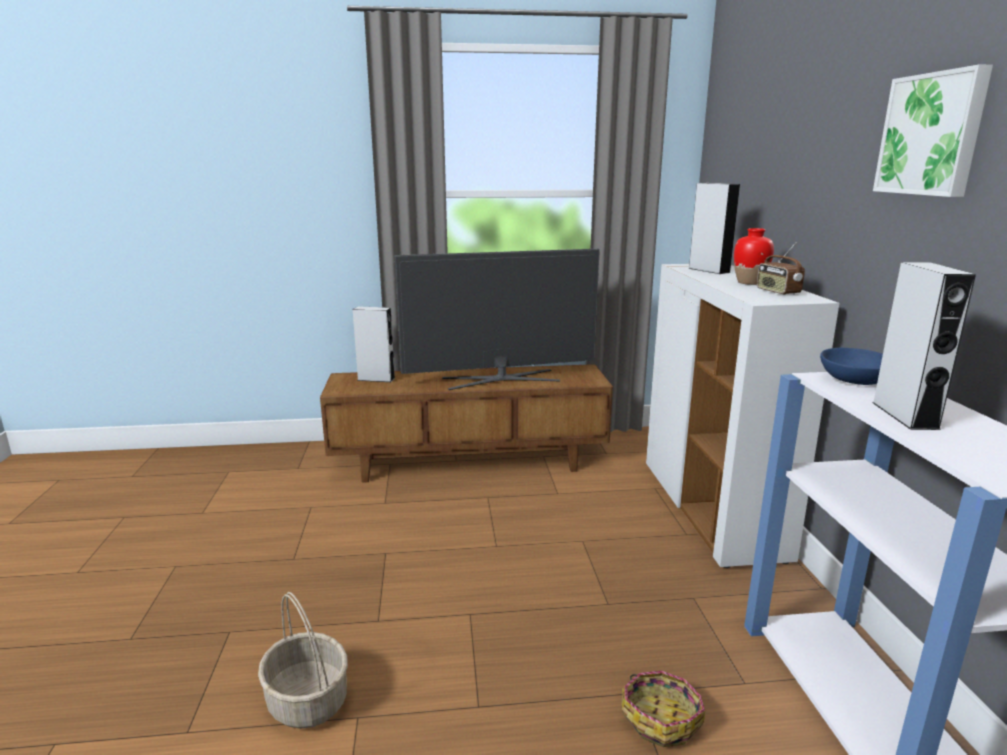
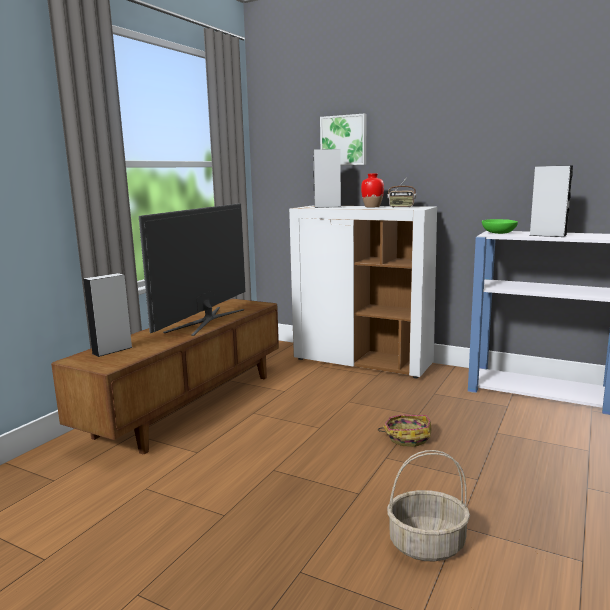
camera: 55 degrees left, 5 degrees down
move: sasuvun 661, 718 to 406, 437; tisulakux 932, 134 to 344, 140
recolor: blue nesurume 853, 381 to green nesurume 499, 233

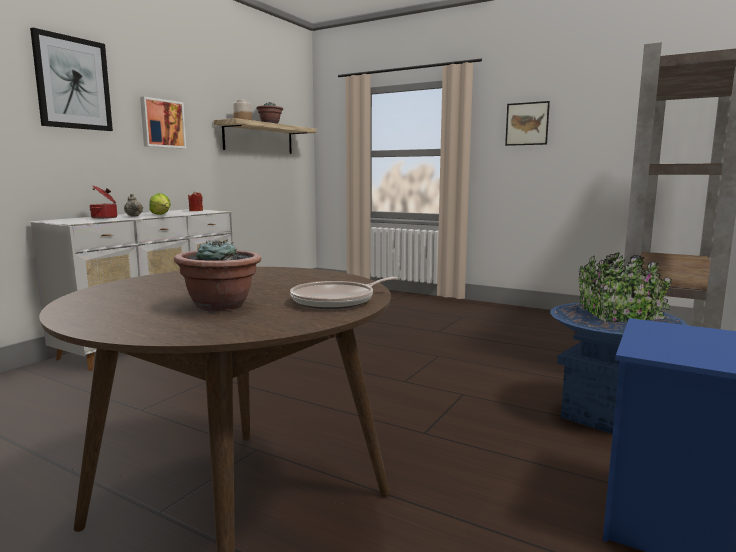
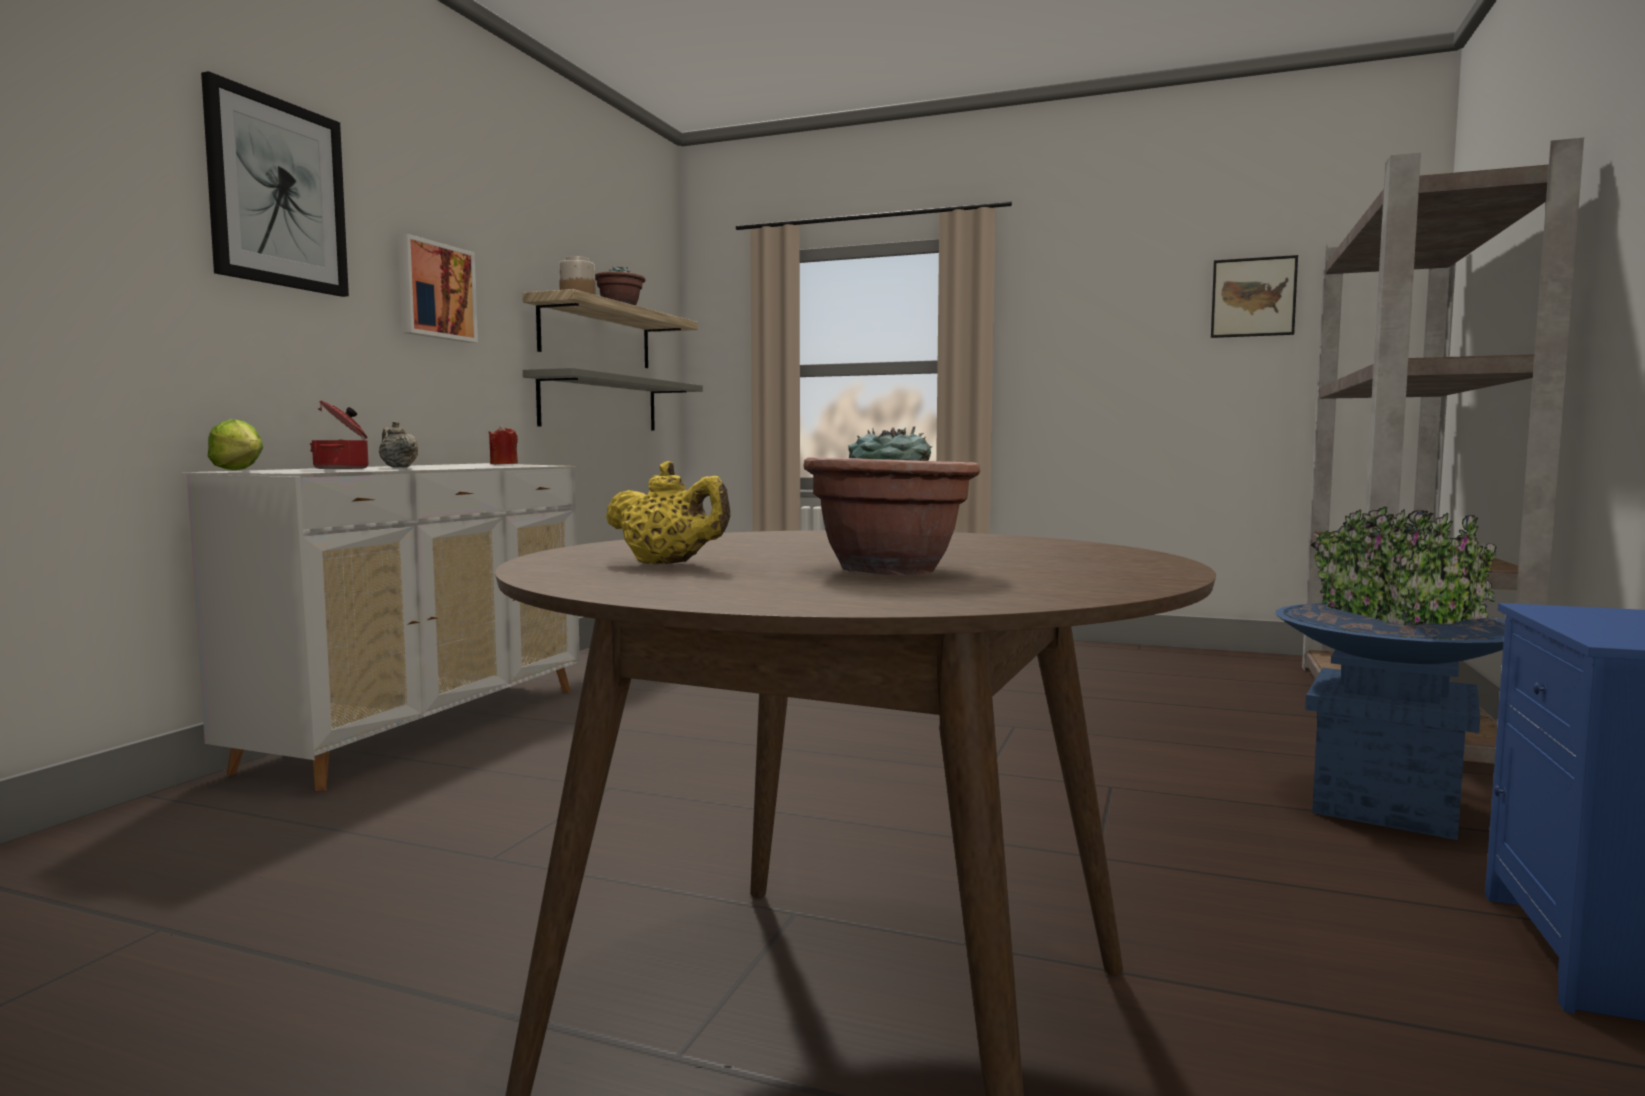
camera: 10 degrees left, 5 degrees down
delete: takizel 337, 301
insert: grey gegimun 600, 403; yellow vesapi 669, 564
move: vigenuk 162, 215 to 240, 470; tisulakux 527, 124 to 1253, 297

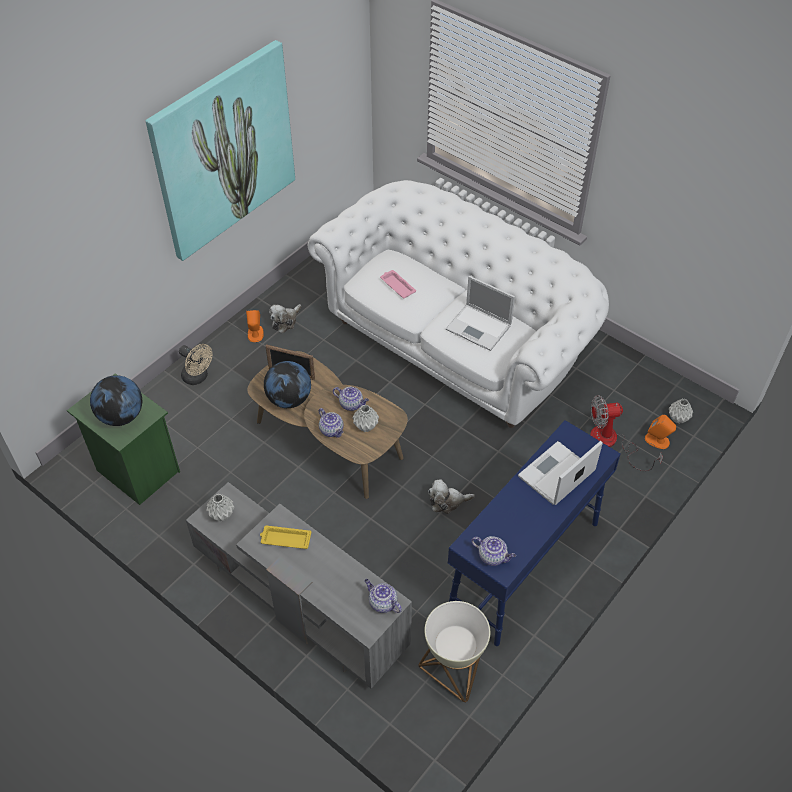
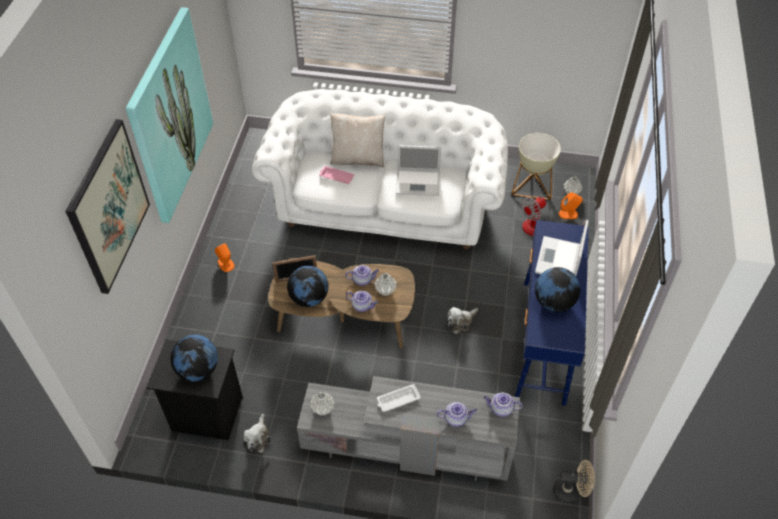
camera: 30 degrees left, 0 degrees up
insert: tisulakux 108, 207; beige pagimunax 358, 158; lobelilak 554, 302
move: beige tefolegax 198, 377 to 571, 491; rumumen 285, 321 to 258, 438; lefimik 453, 670 to 532, 188; vesapi 493, 556 to 456, 418
recolor: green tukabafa 136, 471 to black tukabafa 206, 415; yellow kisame 285, 539 to white kisame 397, 400

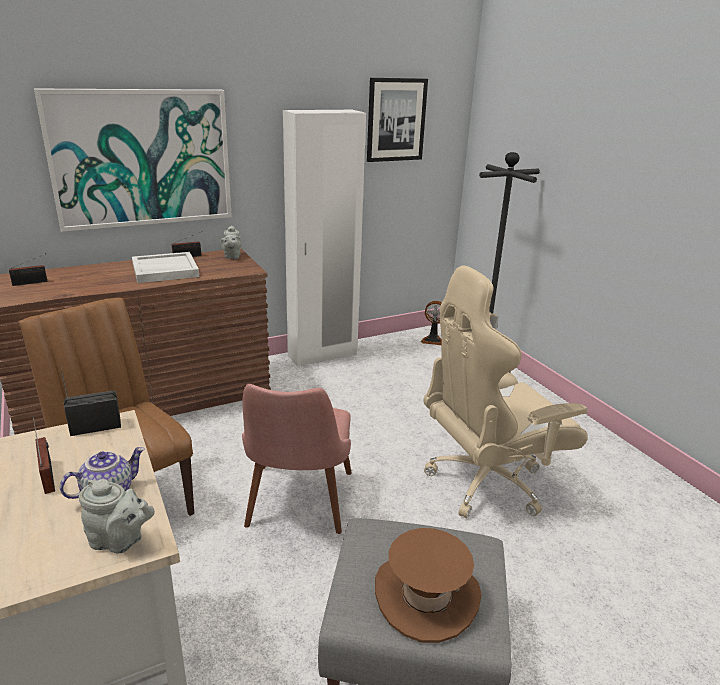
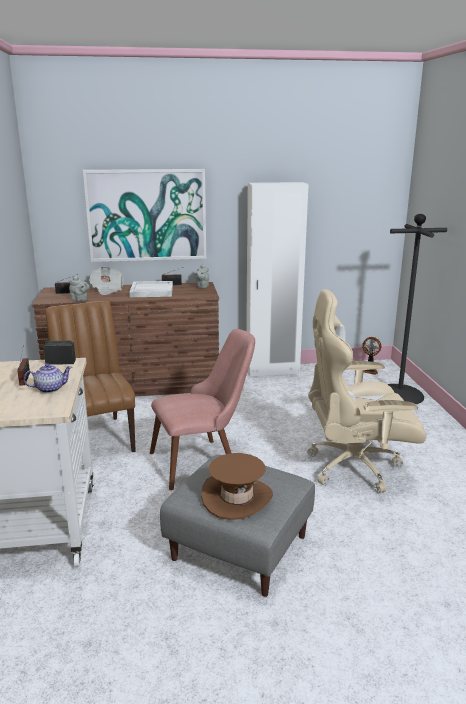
camera: 20 degrees right, 5 degrees down
delete: tisulakux 396, 120
insert: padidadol 107, 290
move: grey vesapi 120, 541 to 80, 299
rotate: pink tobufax 297, 509 = 204, 460 135 degrees counterclockwise

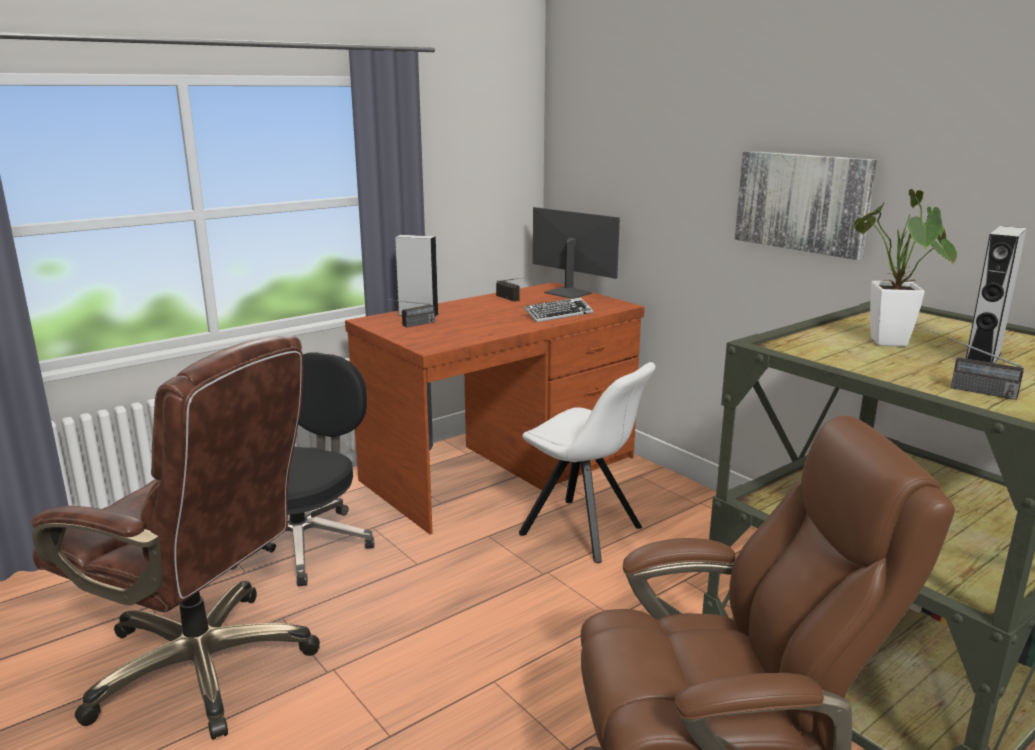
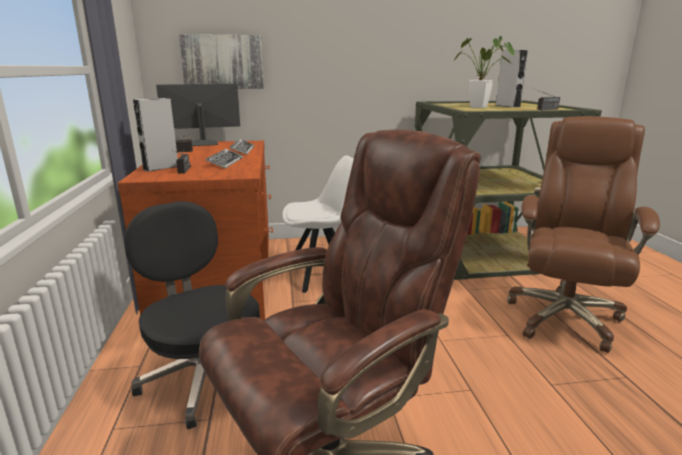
camera: 60 degrees left, 0 degrees up
insert: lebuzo 225, 162
move: tisulakux 802, 202 to 223, 62

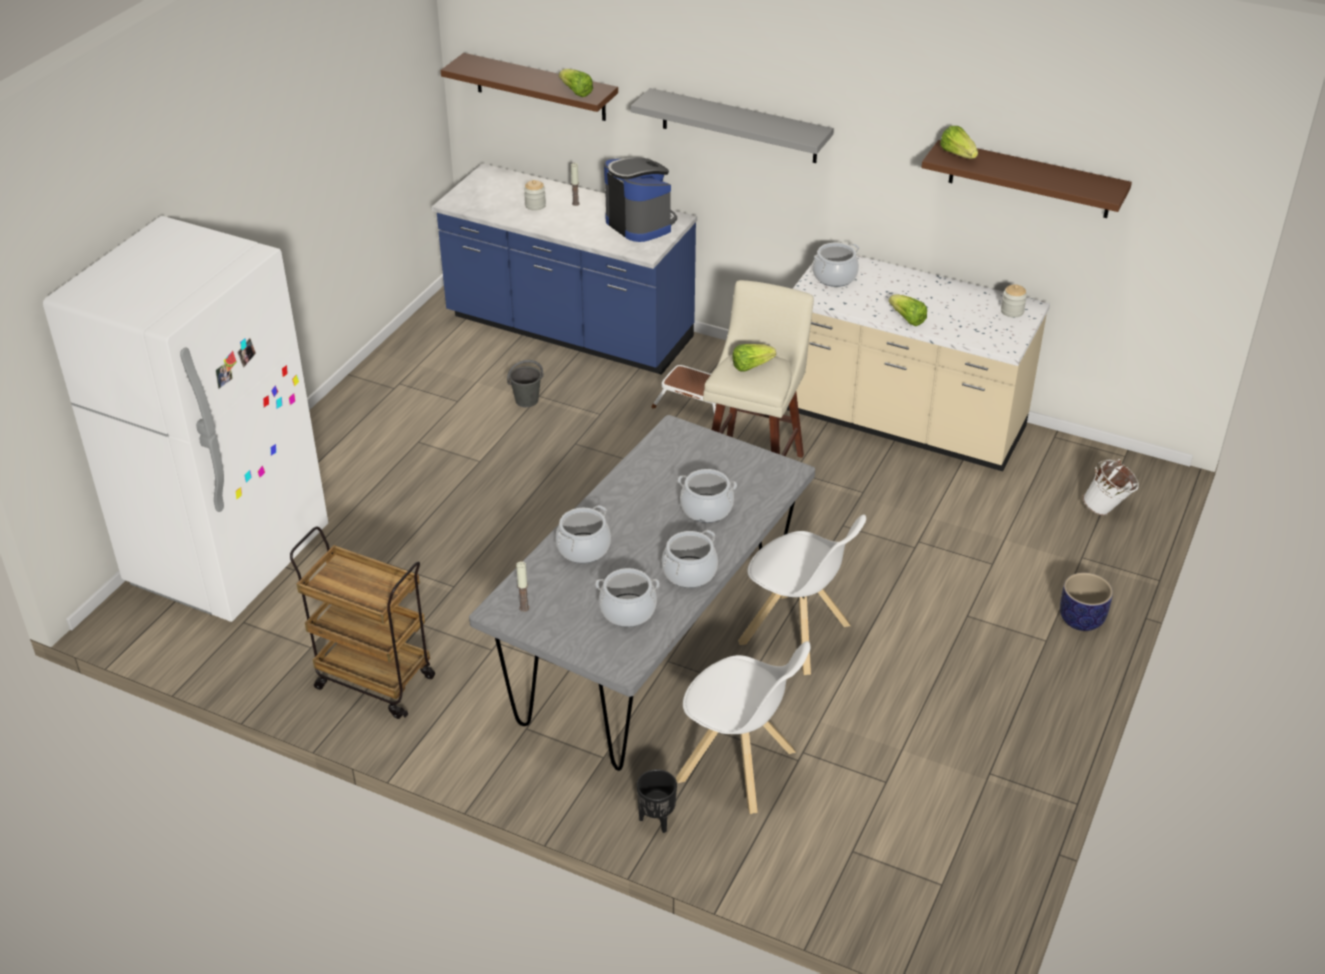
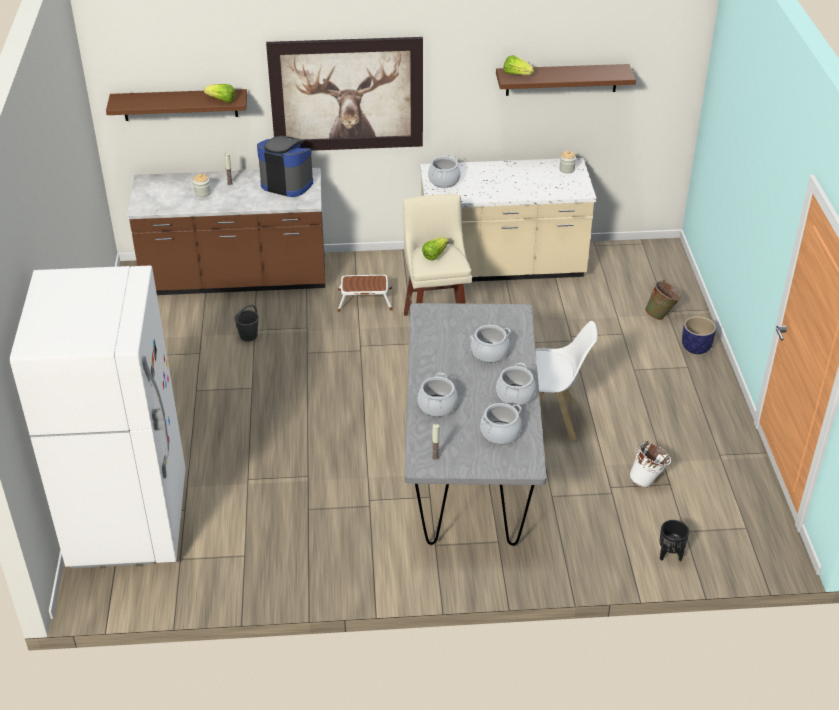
camera: 30 degrees left, 0 degrees up
delete: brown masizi 374, 682; white tobufax 739, 767; vigenuk 907, 319
insert: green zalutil 661, 315
move: black lefimik 656, 819 to 669, 555; white zalutil 1107, 510 to 647, 480
replace: grey gegimun 739, 126 to tisulakux 347, 94
recolor: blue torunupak 569, 330 to brown torunupak 236, 279

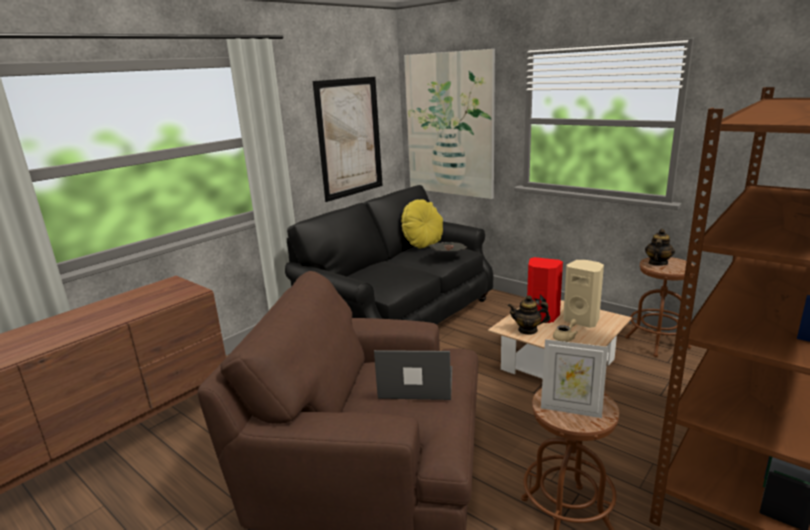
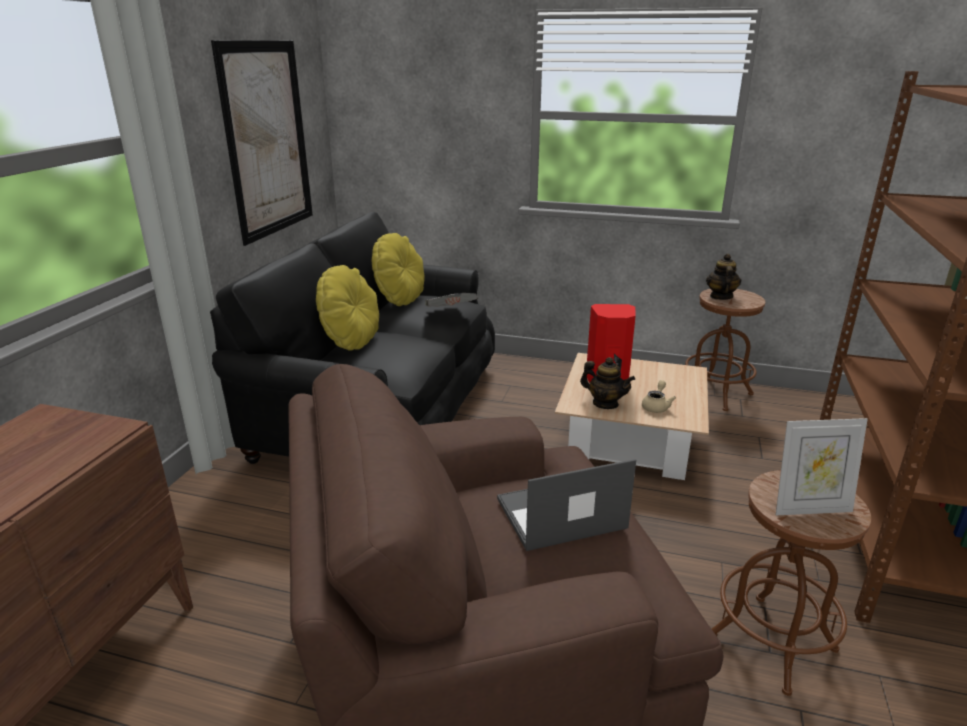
camera: 25 degrees left, 5 degrees up
delete: tisulakux 449, 125; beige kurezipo 582, 320
insert: yellow pagimunax 351, 343
rotate: vesapi 528, 330 = 605, 404 135 degrees counterclockwise

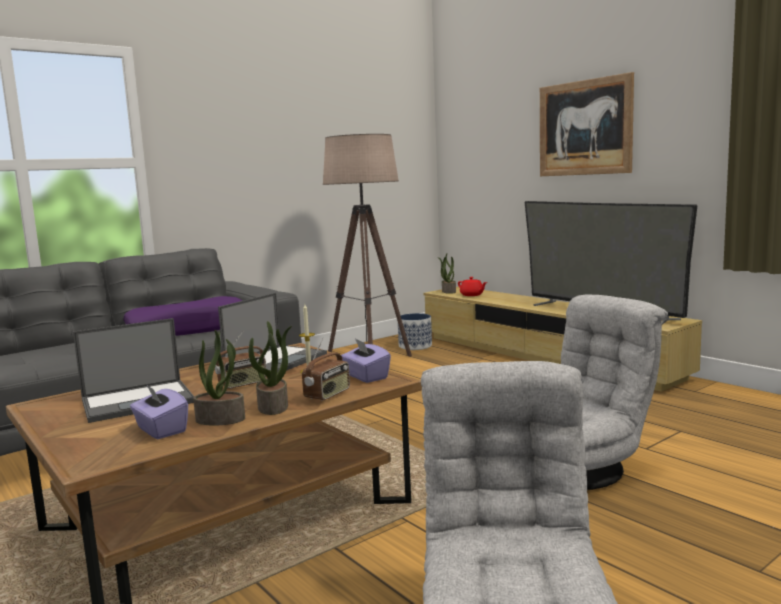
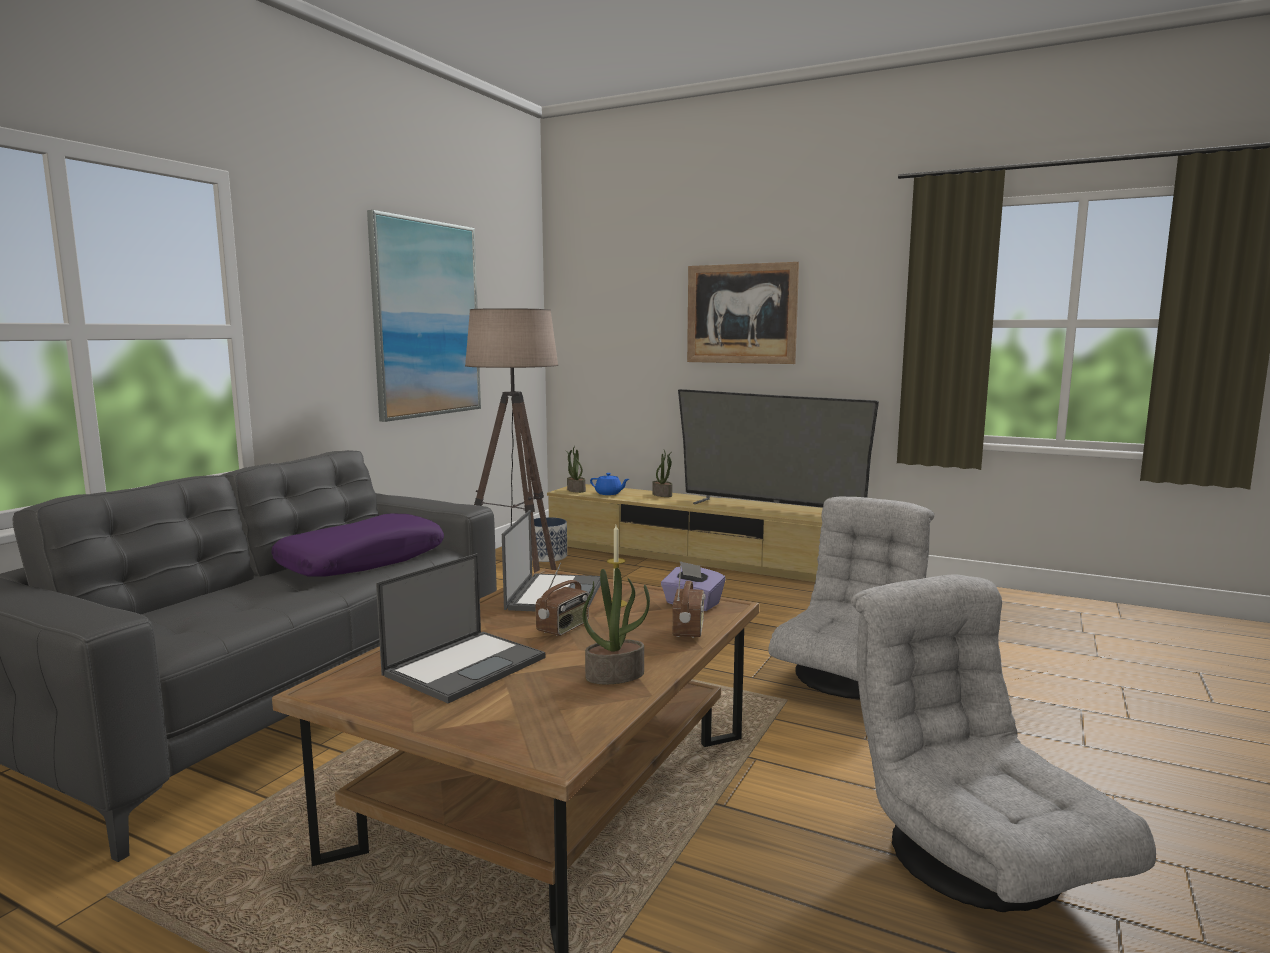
camera: 25 degrees left, 0 degrees up
delete: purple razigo 161, 430
insert: tisulakux 426, 319
move: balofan 274, 407 to 662, 494
recolor: red vesapi 472, 295 to blue vesapi 609, 493

